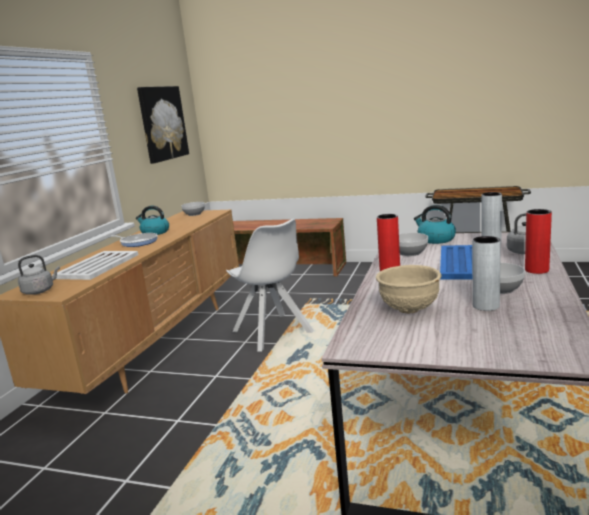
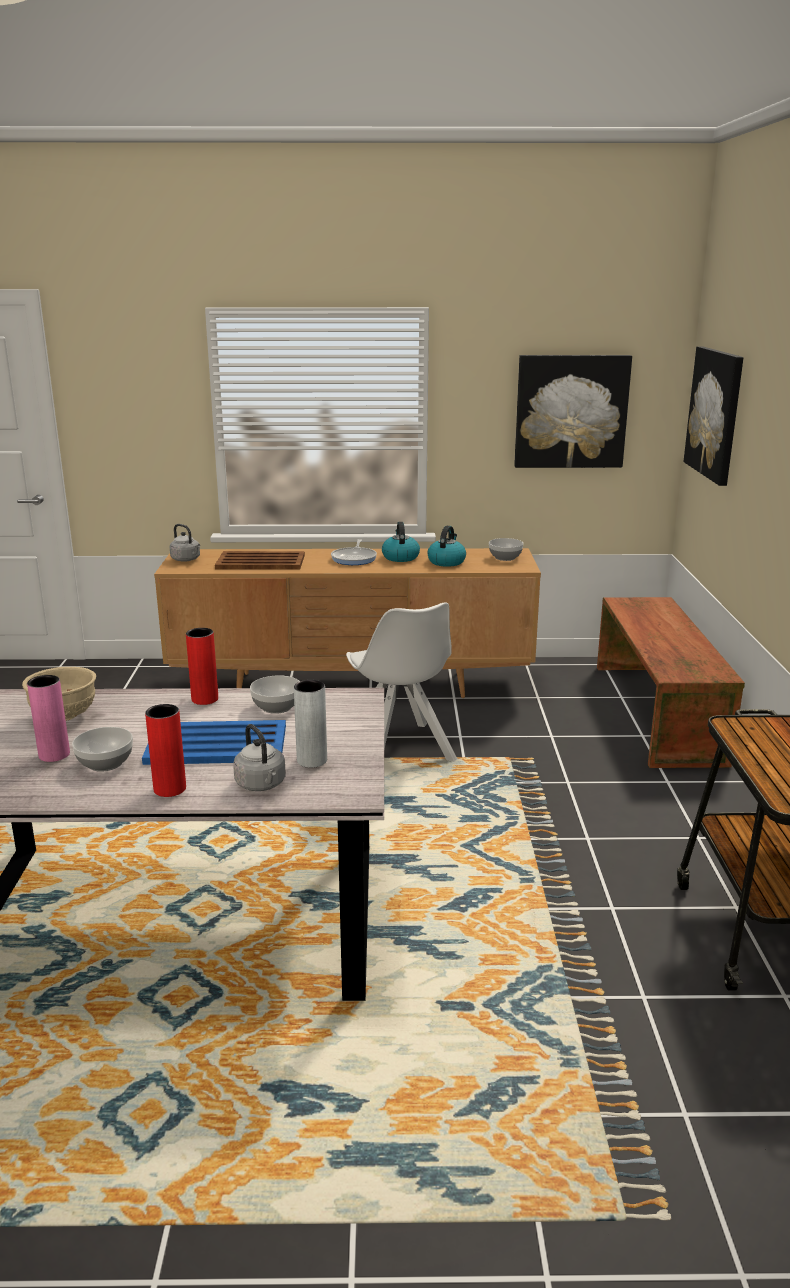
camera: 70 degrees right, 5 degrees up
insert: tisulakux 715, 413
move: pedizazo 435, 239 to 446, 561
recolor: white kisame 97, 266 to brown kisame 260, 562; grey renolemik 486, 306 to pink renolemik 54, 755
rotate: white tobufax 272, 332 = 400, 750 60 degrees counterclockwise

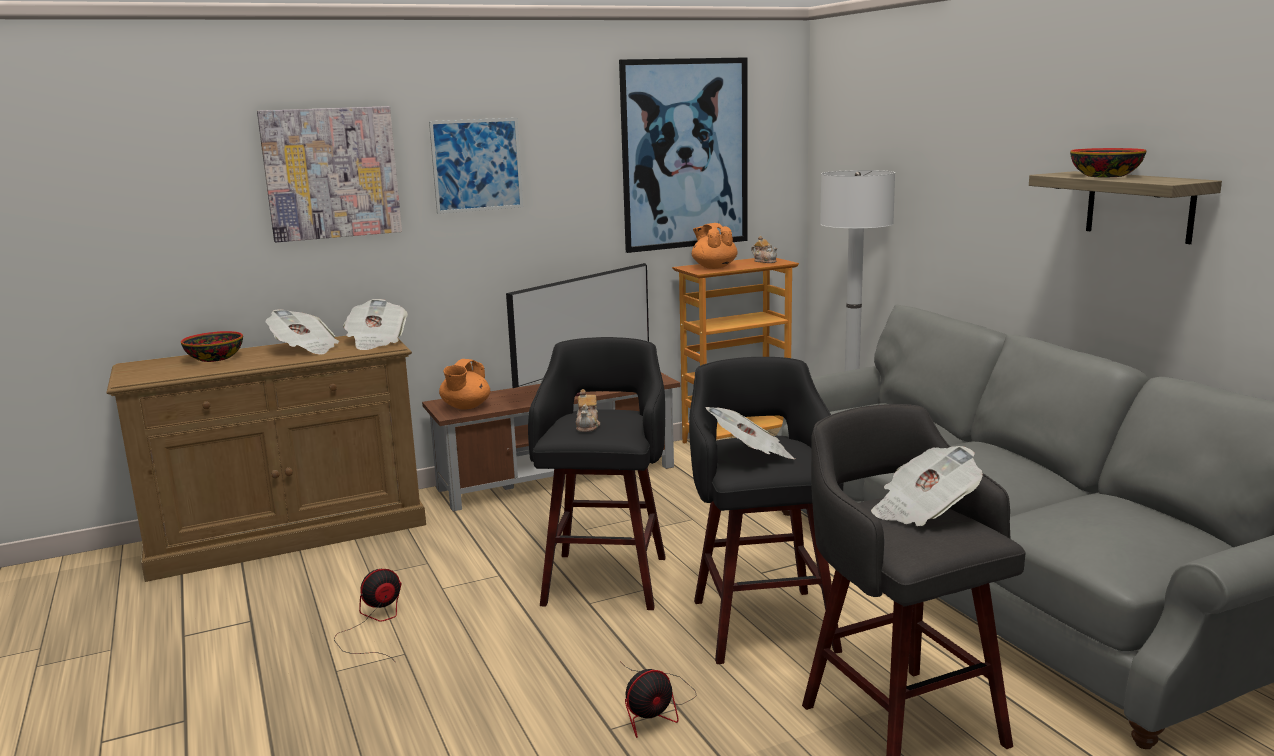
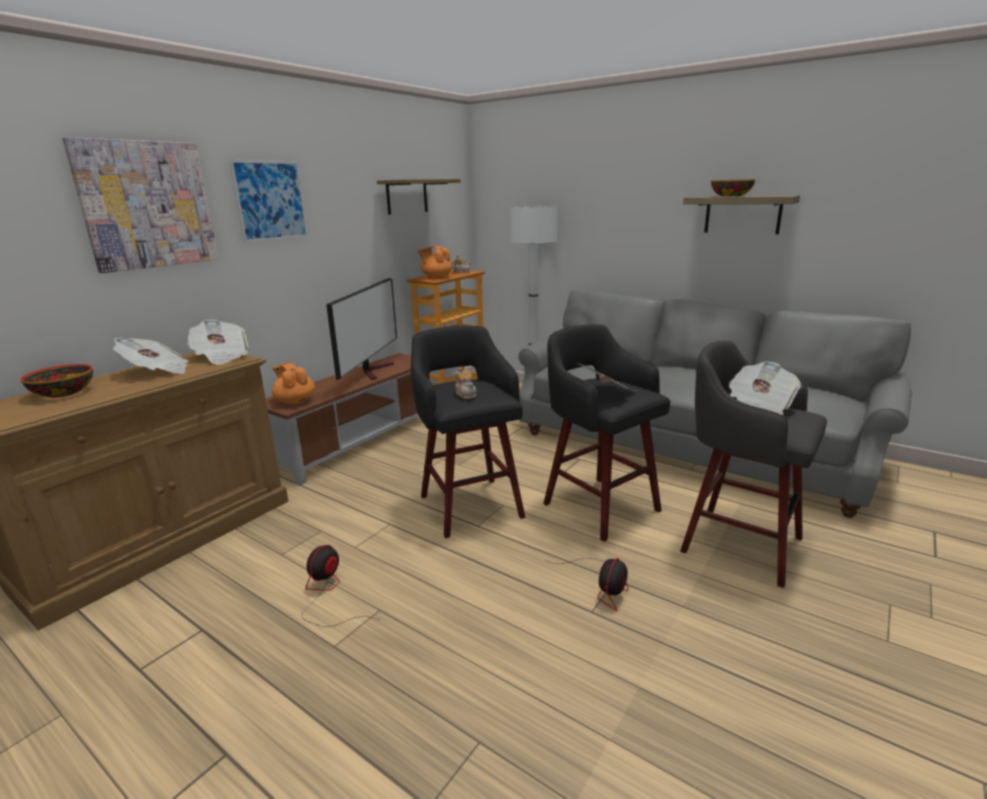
camera: 30 degrees left, 5 degrees up
replace: tisulakux 685, 154 to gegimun 407, 196
rotate: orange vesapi 465, 407 = 295, 401 150 degrees clockwise

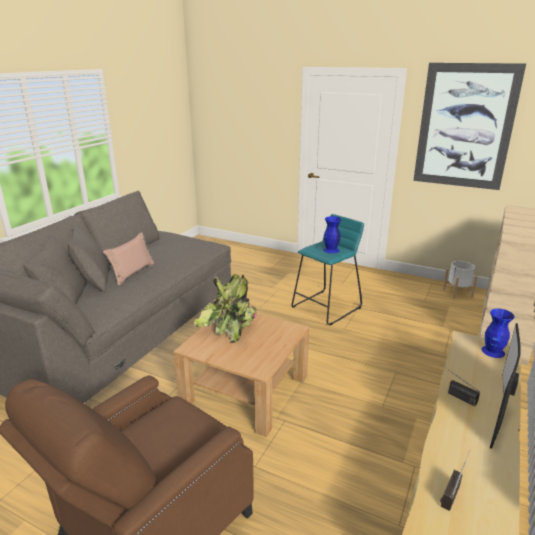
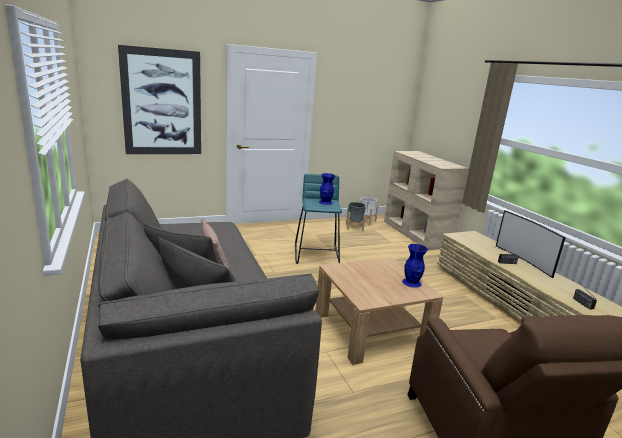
camera: 50 degrees left, 5 degrees down
delete: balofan 230, 327
insert: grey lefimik 354, 227
move: tisulakux 464, 127 to 162, 103; blue renolemik 493, 351 to 412, 283

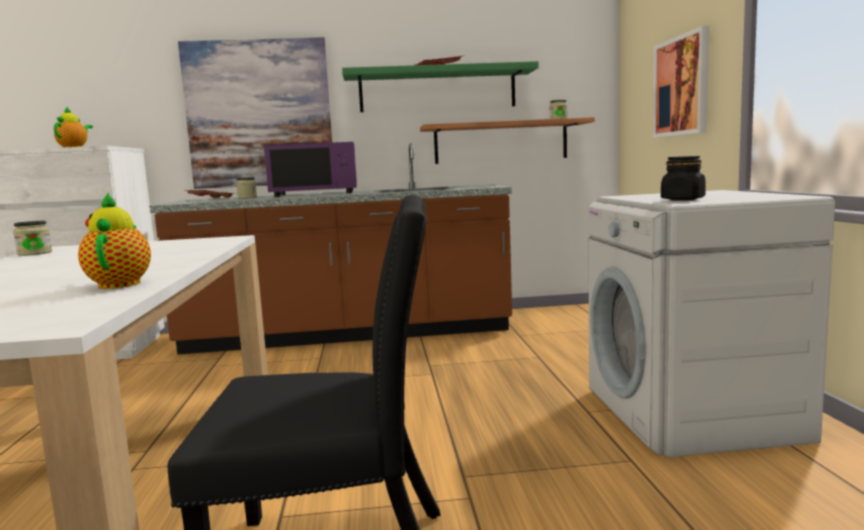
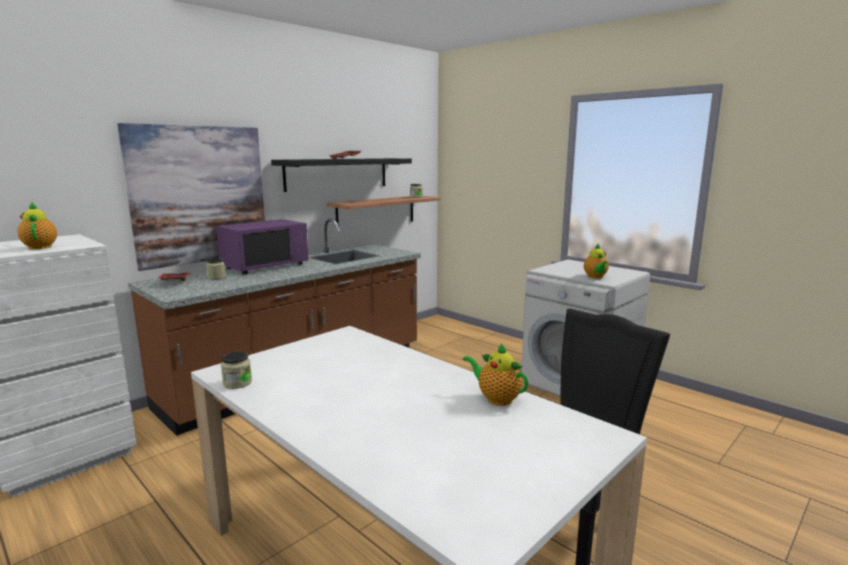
camera: 40 degrees left, 5 degrees up
delete: tisulakux 682, 86
replace: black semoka 682, 199 to vesapi 595, 277
recolor: green gegimun 437, 90 to black gegimun 337, 173

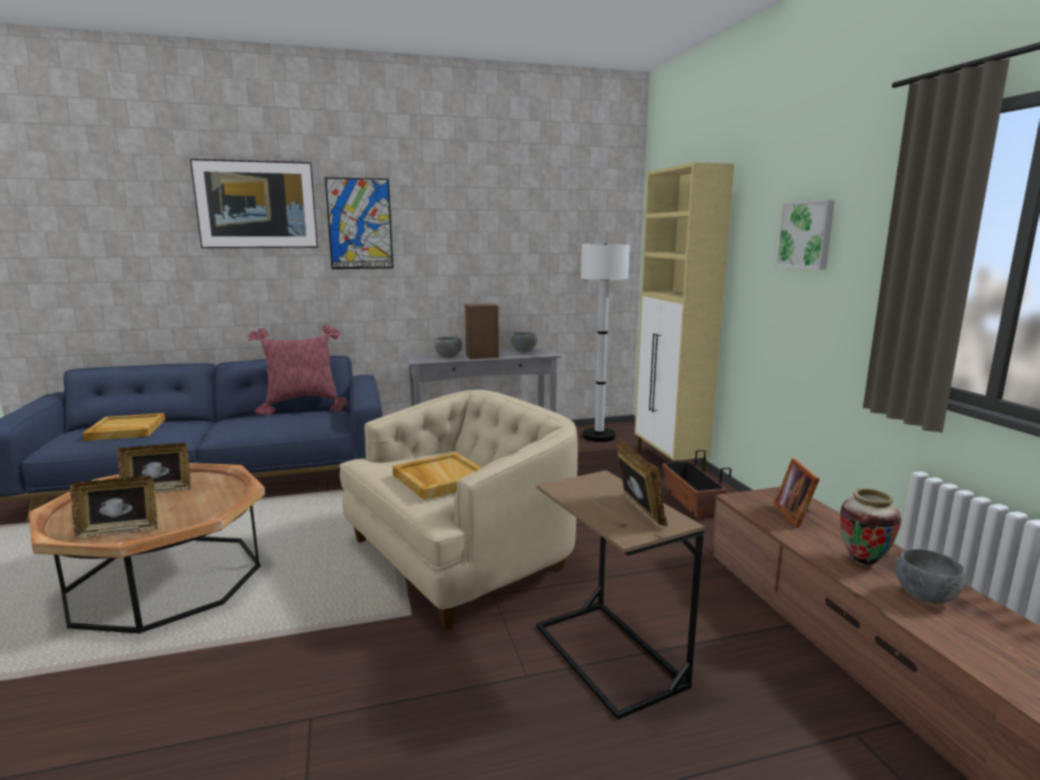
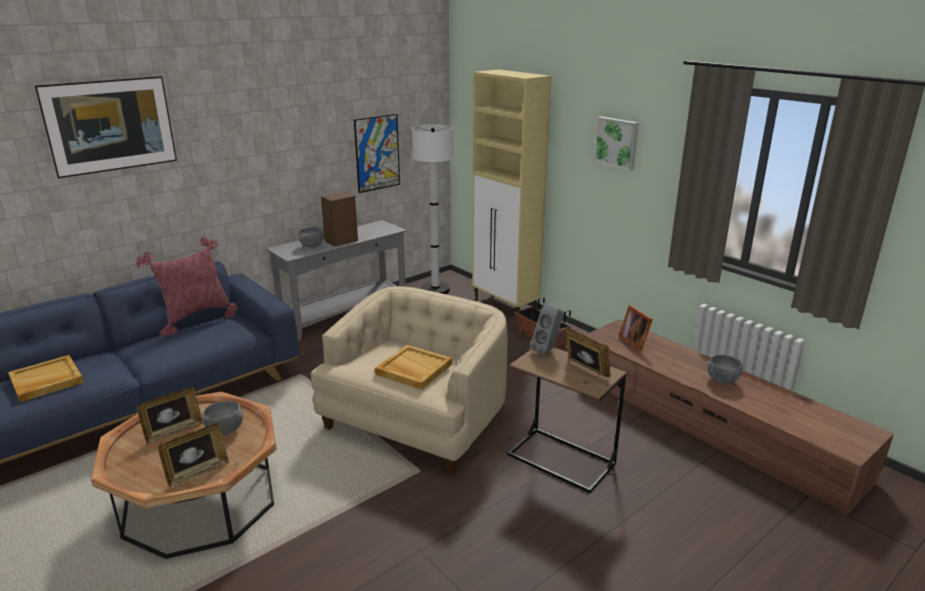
camera: 25 degrees left, 10 degrees up
delete: renolemik 863, 562
insert: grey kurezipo 548, 349
move: tisulakux 360, 224 to 377, 153; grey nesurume 523, 351 to 226, 431

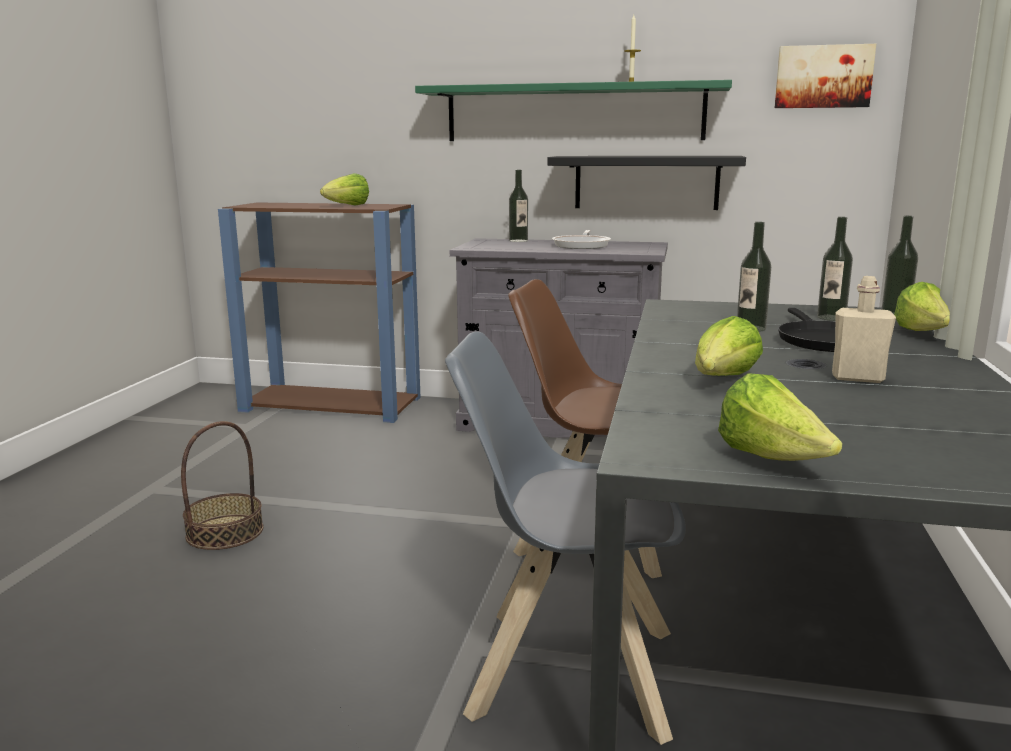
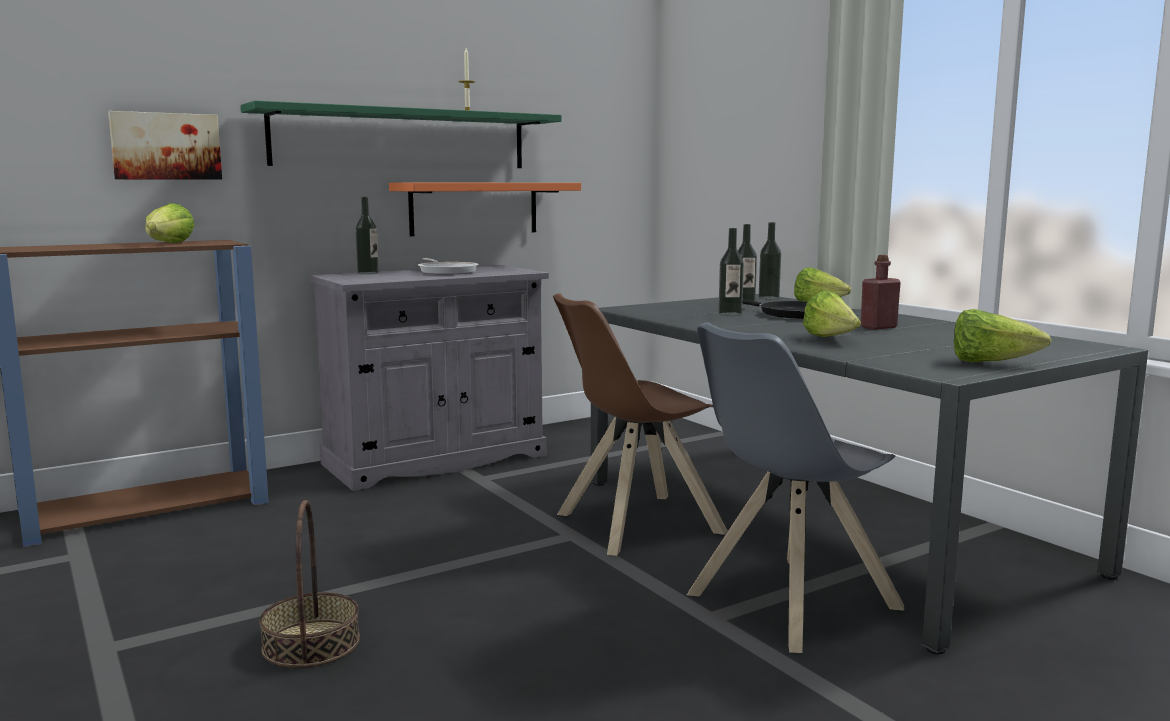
camera: 45 degrees left, 5 degrees down
move: tisulakux 823, 77 to 166, 146
recolor: black gegimun 646, 182 to orange gegimun 474, 208; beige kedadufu 857, 378 to red kedadufu 878, 327

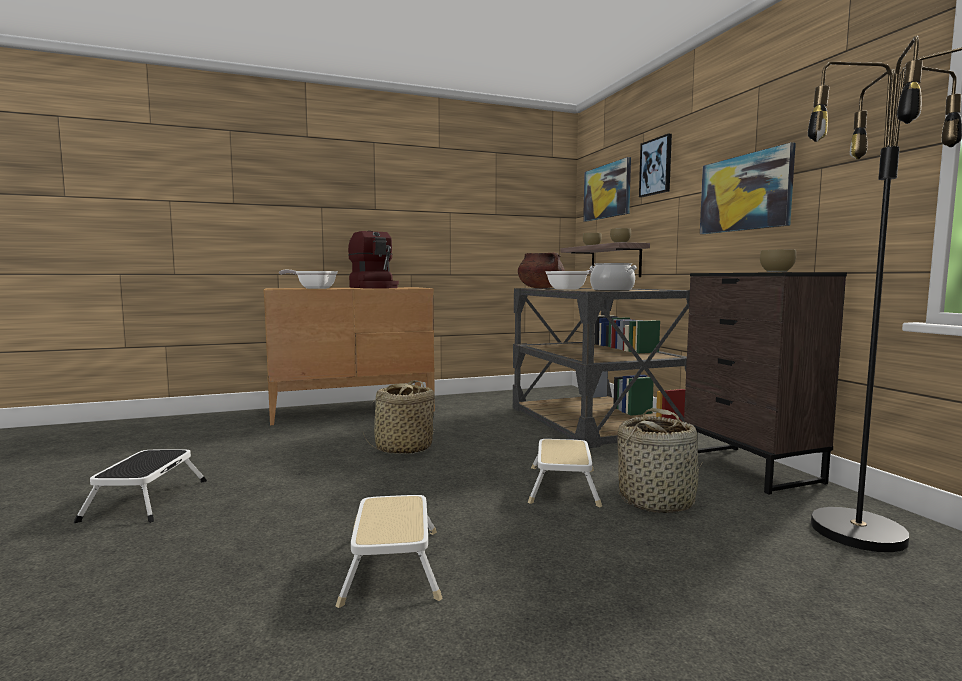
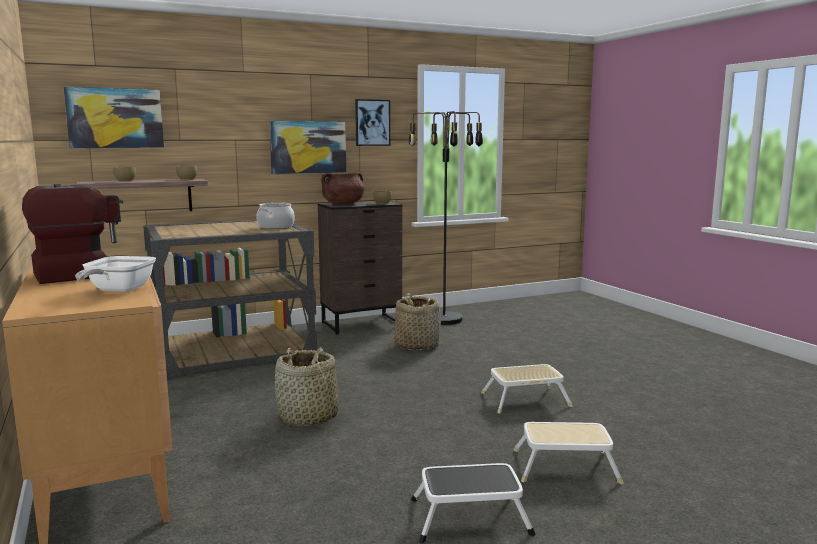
camera: 95 degrees left, 5 degrees up
delete: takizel 570, 289
move: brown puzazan 540, 288 to 343, 204; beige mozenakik 564, 485 to 565, 466; tisulakux 656, 167 to 372, 122

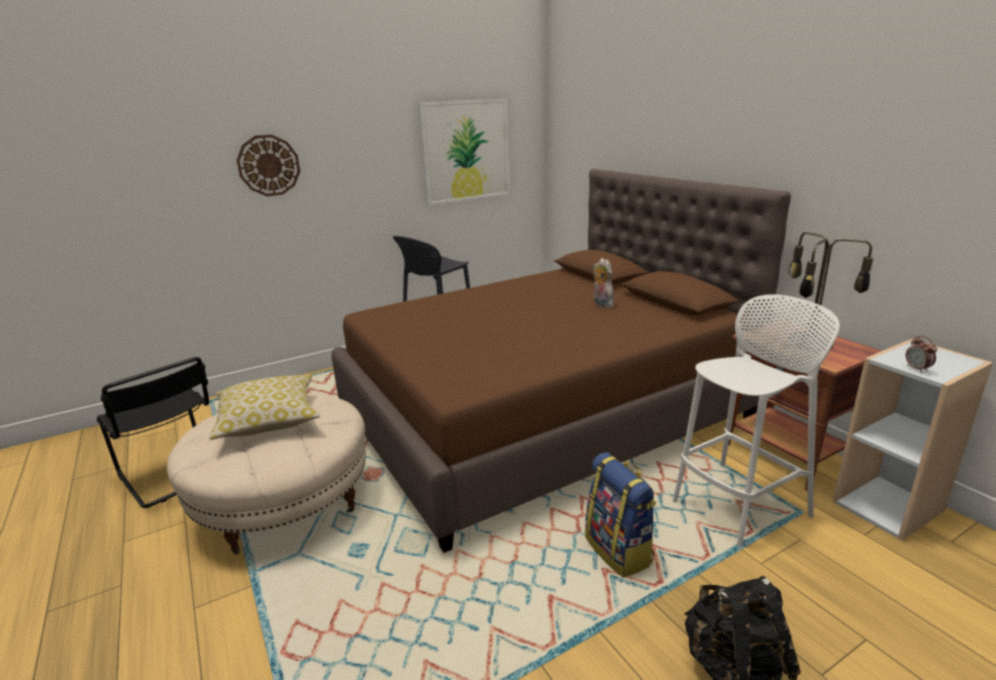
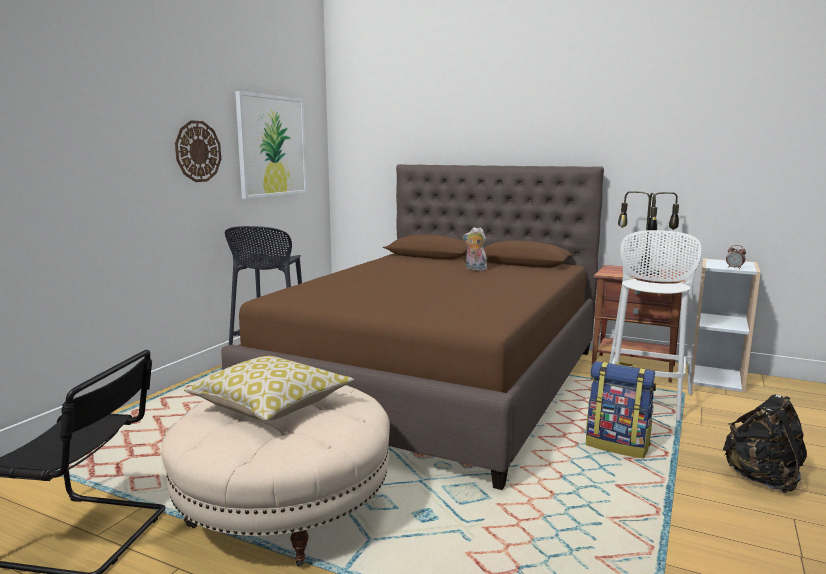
camera: 35 degrees left, 10 degrees down
move: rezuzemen 269, 165 to 198, 151

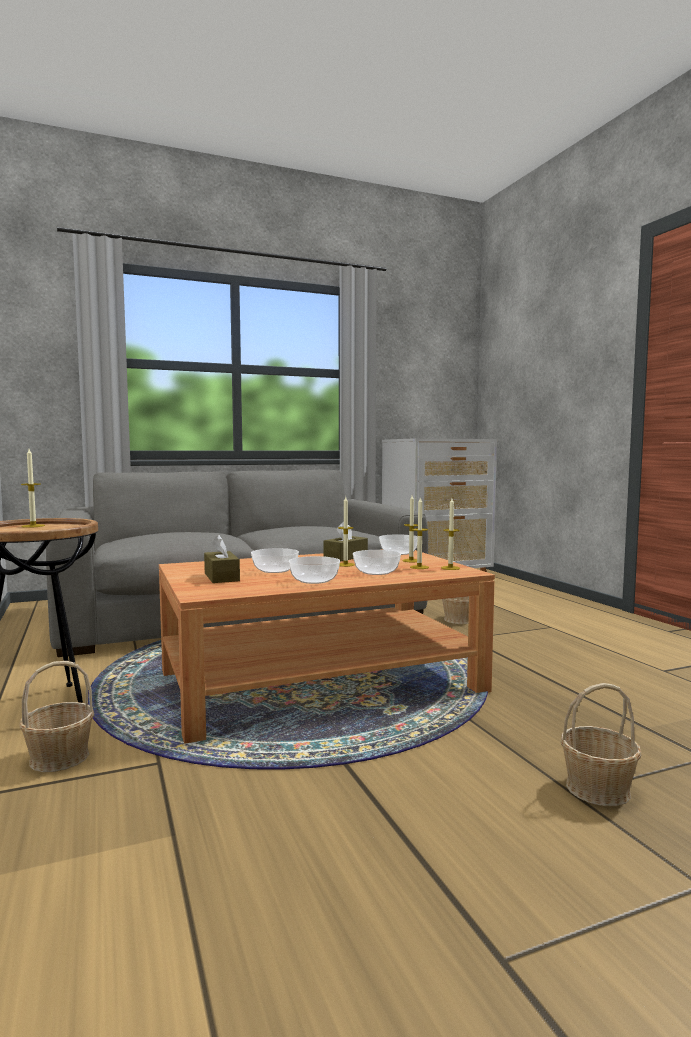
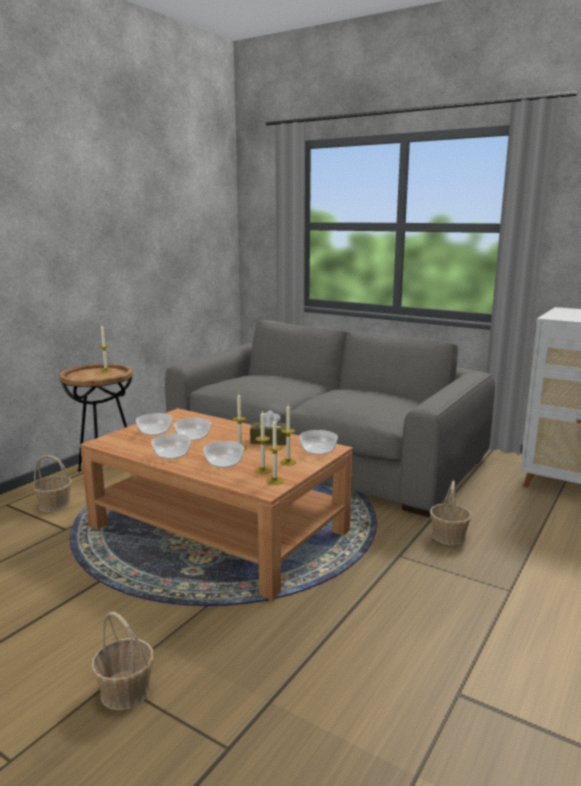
camera: 55 degrees right, 10 degrees up
replace: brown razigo 221, 577 to nesurume 154, 432

